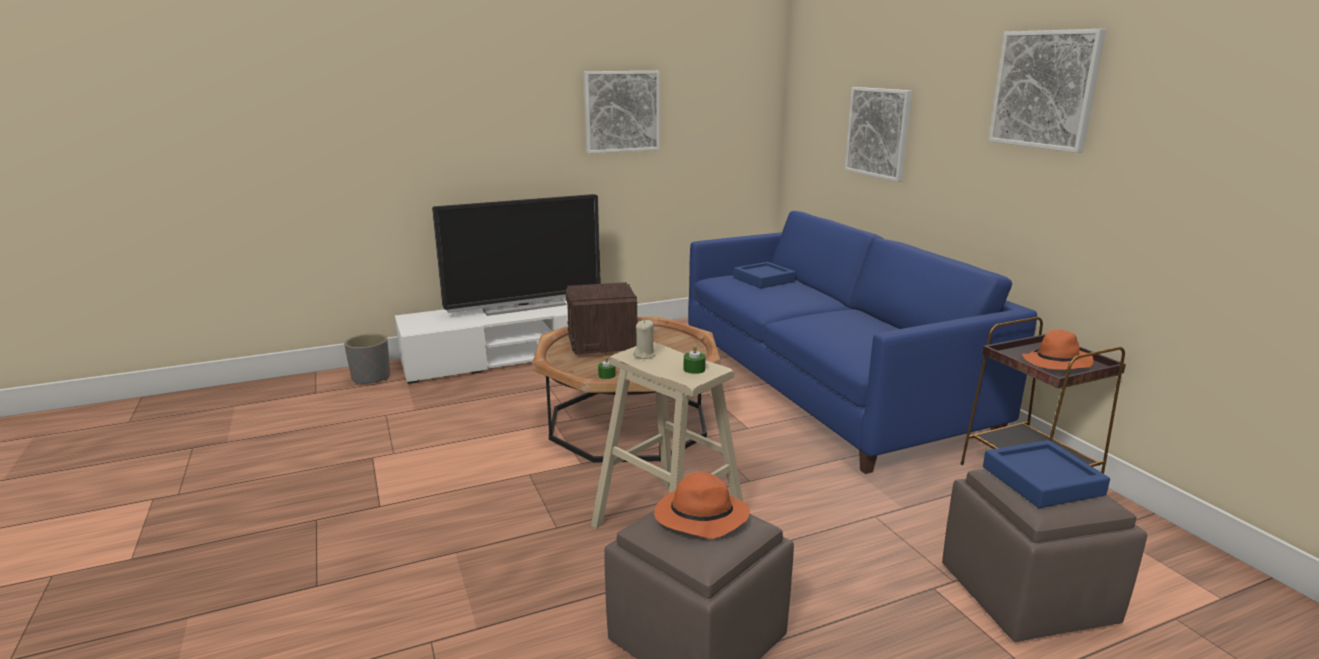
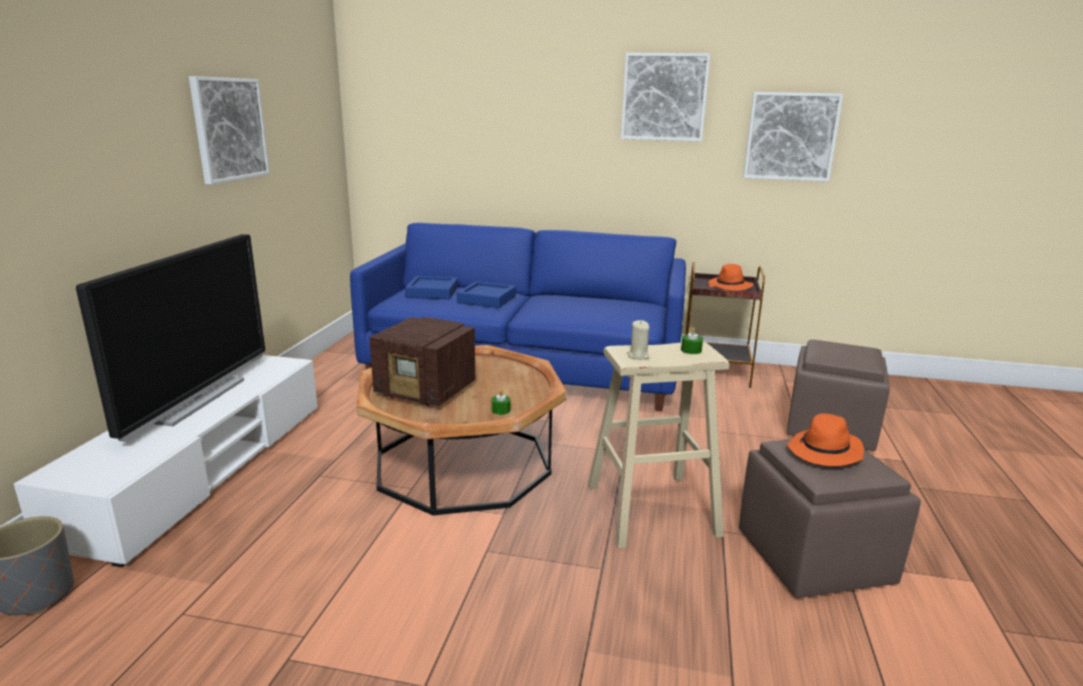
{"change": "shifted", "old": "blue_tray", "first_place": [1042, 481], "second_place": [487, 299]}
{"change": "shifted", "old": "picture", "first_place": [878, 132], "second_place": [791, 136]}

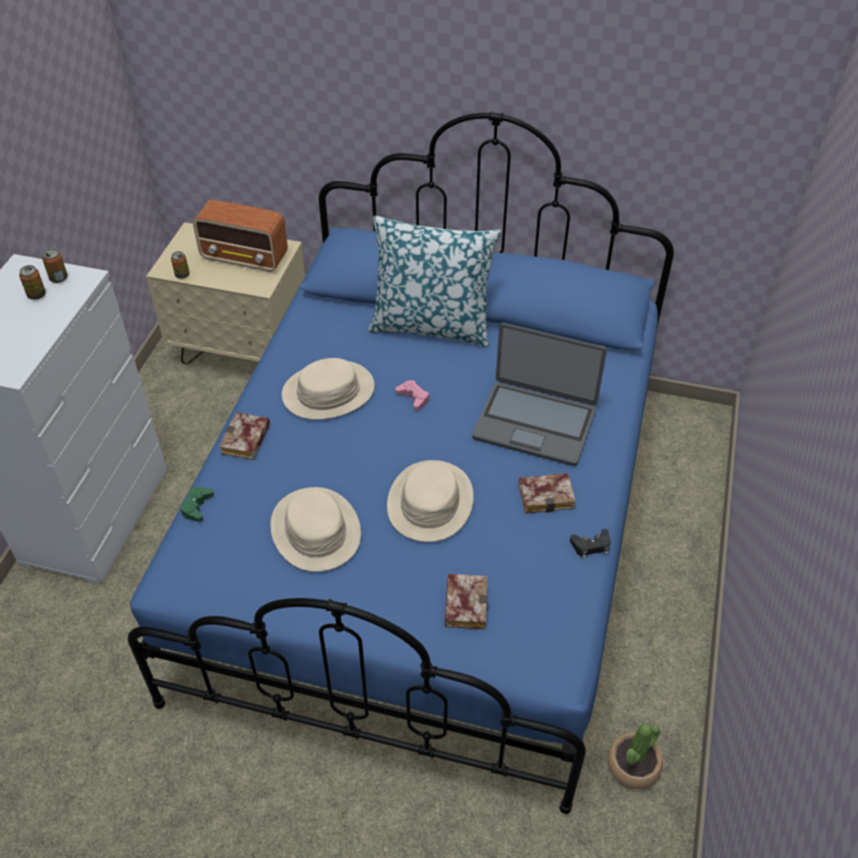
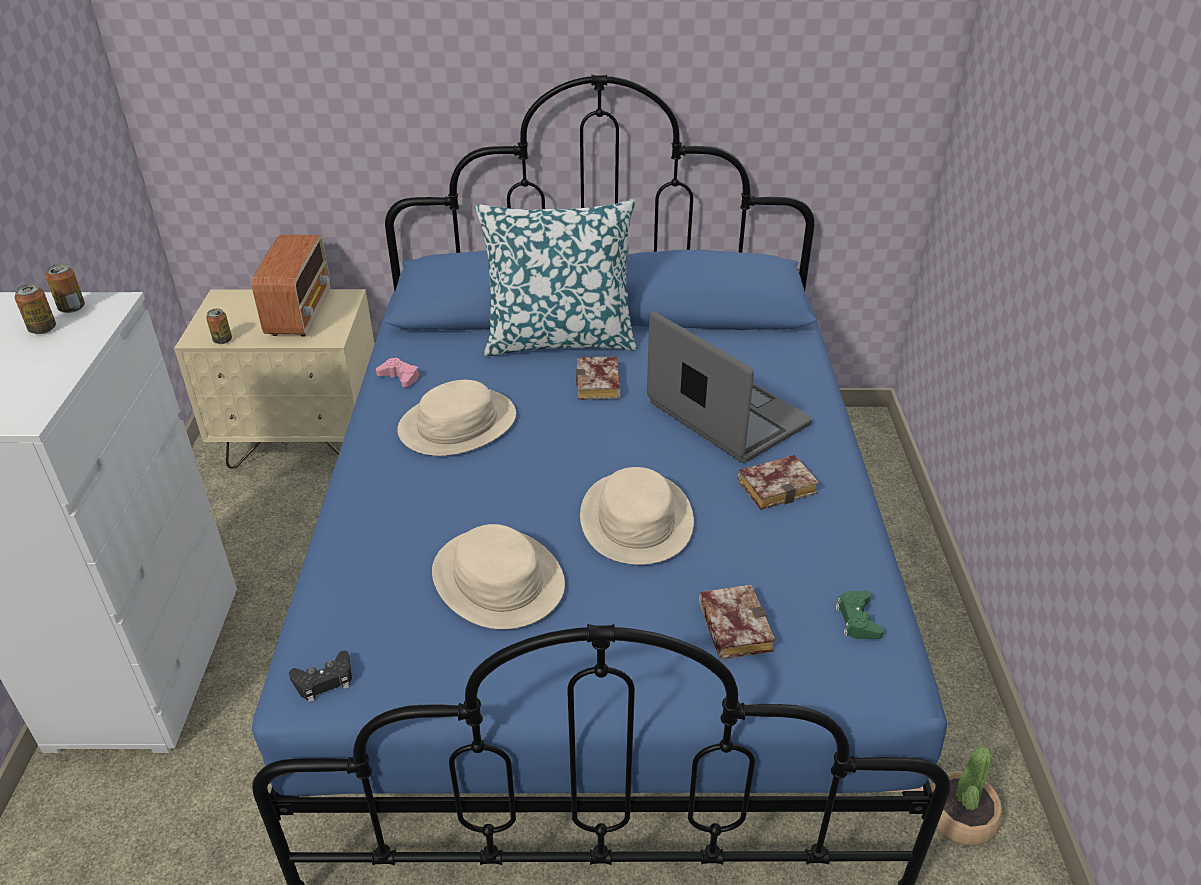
{"change": "rotated", "old": "radio", "first_place": [245, 258], "second_place": [300, 313], "degrees": -90}
{"change": "shifted", "old": "black_game_controller", "first_place": [591, 546], "second_place": [324, 681]}
{"change": "shifted", "old": "pink_game_controller", "first_place": [413, 398], "second_place": [399, 377]}
{"change": "shifted", "old": "book", "first_place": [246, 441], "second_place": [600, 385]}
{"change": "rotated", "old": "laptop", "first_place": [535, 423], "second_place": [726, 415], "degrees": -135}
{"change": "shifted", "old": "green_game_controller", "first_place": [197, 506], "second_place": [857, 620]}

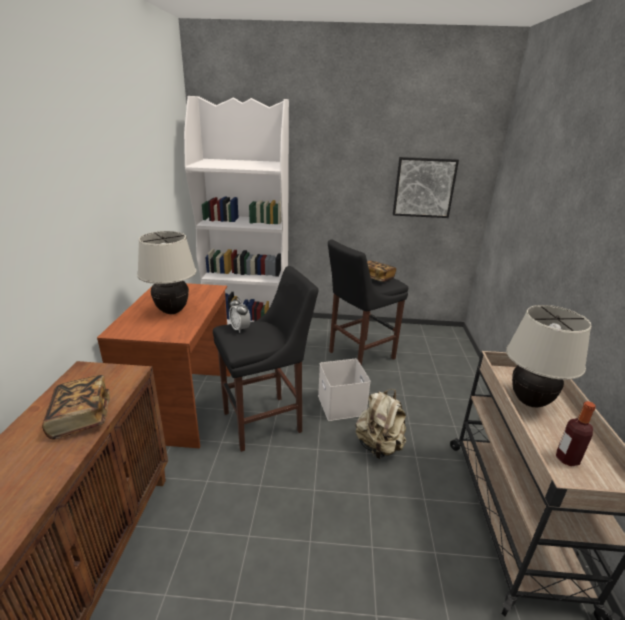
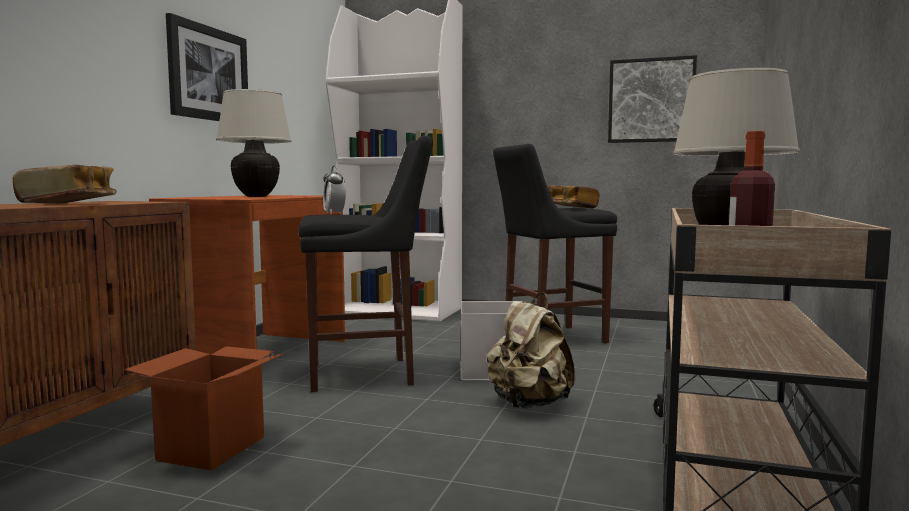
{"change": "new", "new": "cardboard_box", "second_place": [212, 448]}
{"change": "new", "new": "picture", "second_place": [208, 74]}

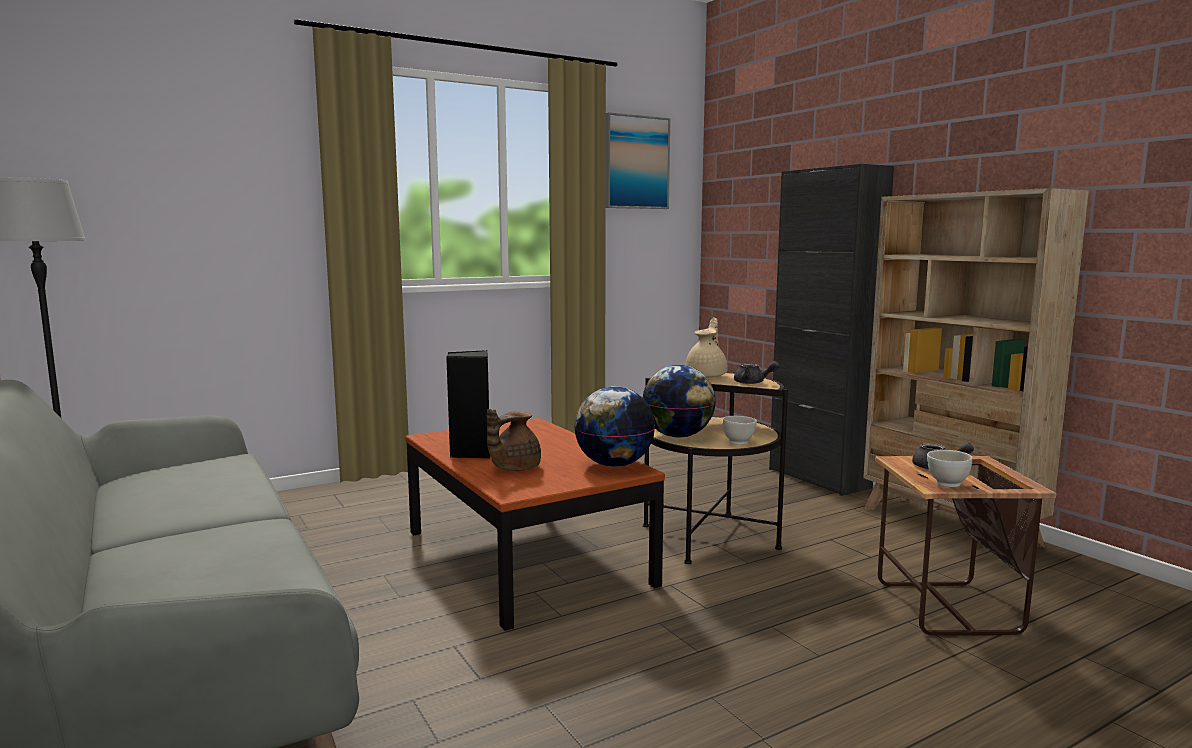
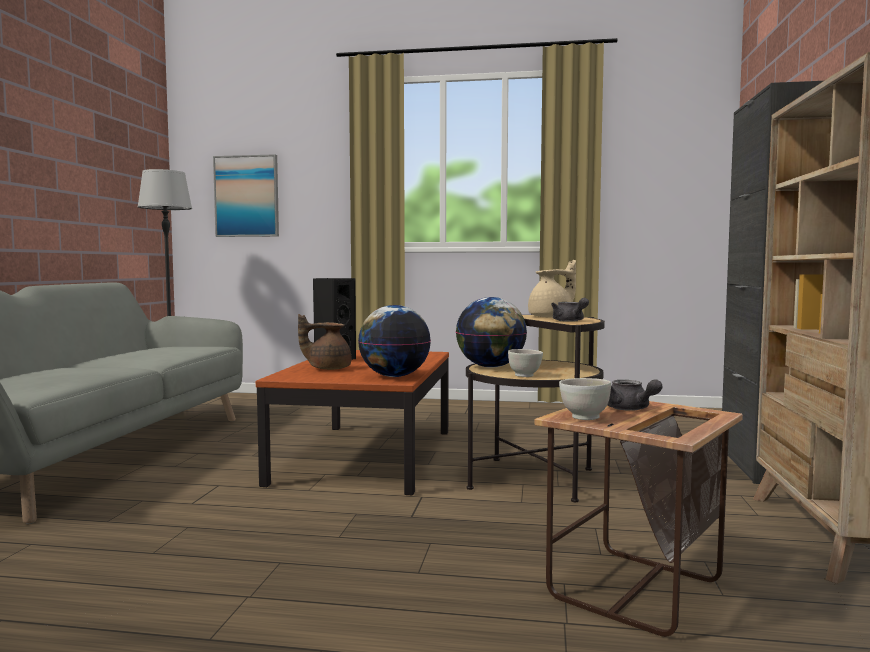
{"change": "shifted", "old": "picture", "first_place": [636, 162], "second_place": [247, 196]}

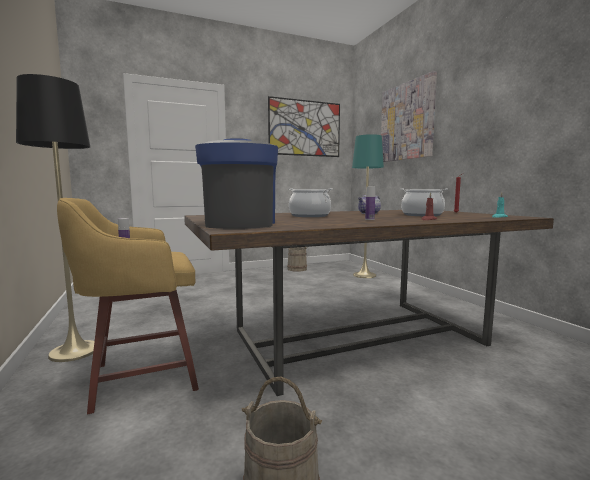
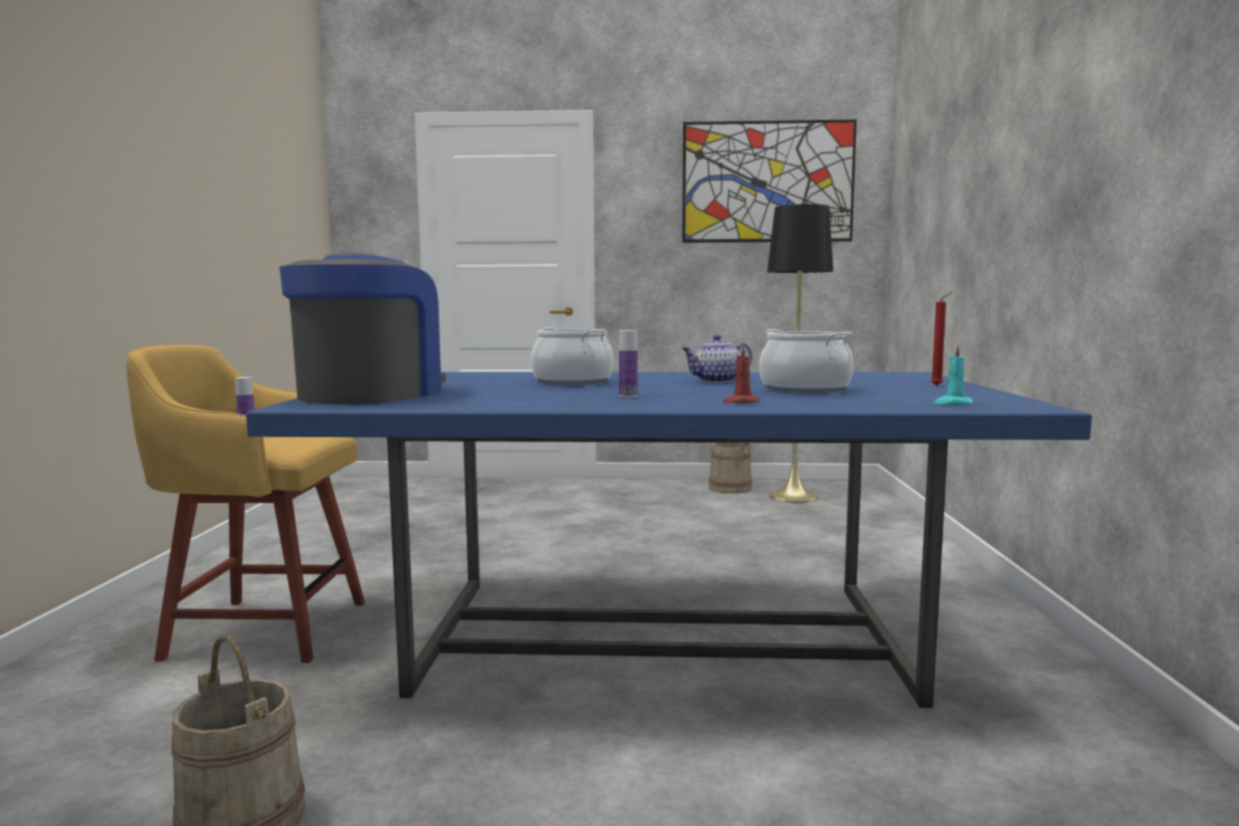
{"change": "repainted", "old": "brown_dining_table", "new": "blue_dining_table", "first_place": [355, 338], "second_place": [655, 636]}
{"change": "shifted", "old": "black_floor_lamp", "first_place": [74, 351], "second_place": [793, 496]}
{"change": "gone", "old": "turquoise_floor_lamp", "first_place": [364, 275]}
{"change": "gone", "old": "picture", "first_place": [407, 121]}

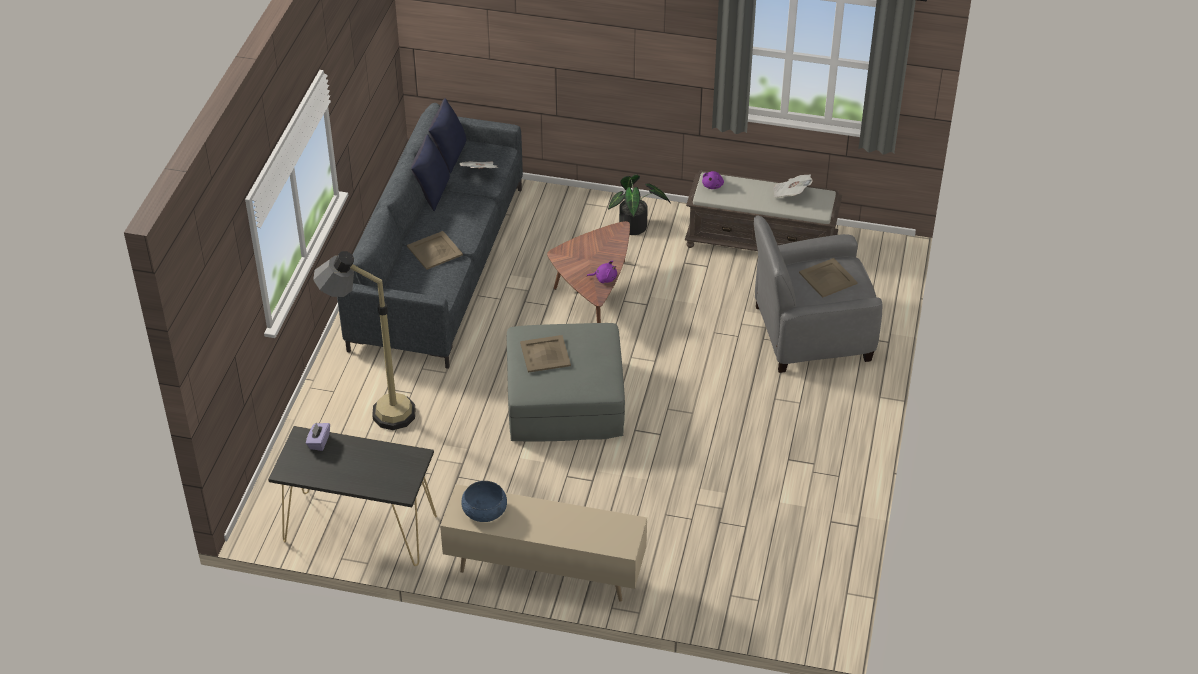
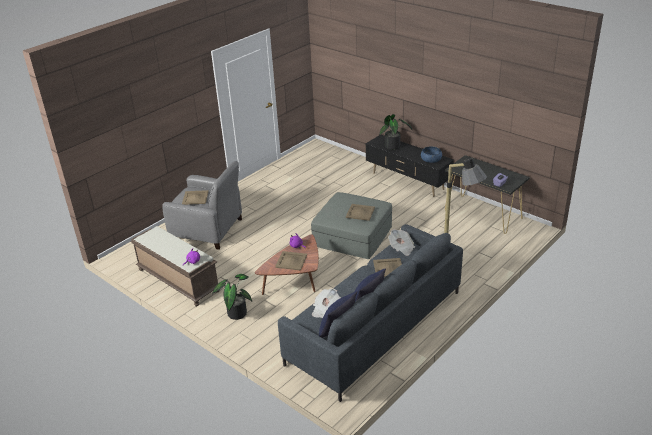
{"change": "new", "new": "beige_tray", "second_place": [291, 261]}
{"change": "repainted", "old": "beige_tv_stand", "new": "black_tv_stand", "first_place": [544, 571], "second_place": [407, 182]}
{"change": "new", "new": "potted_plant", "second_place": [394, 146]}
{"change": "shifted", "old": "newspaper", "first_place": [790, 194], "second_place": [401, 248]}

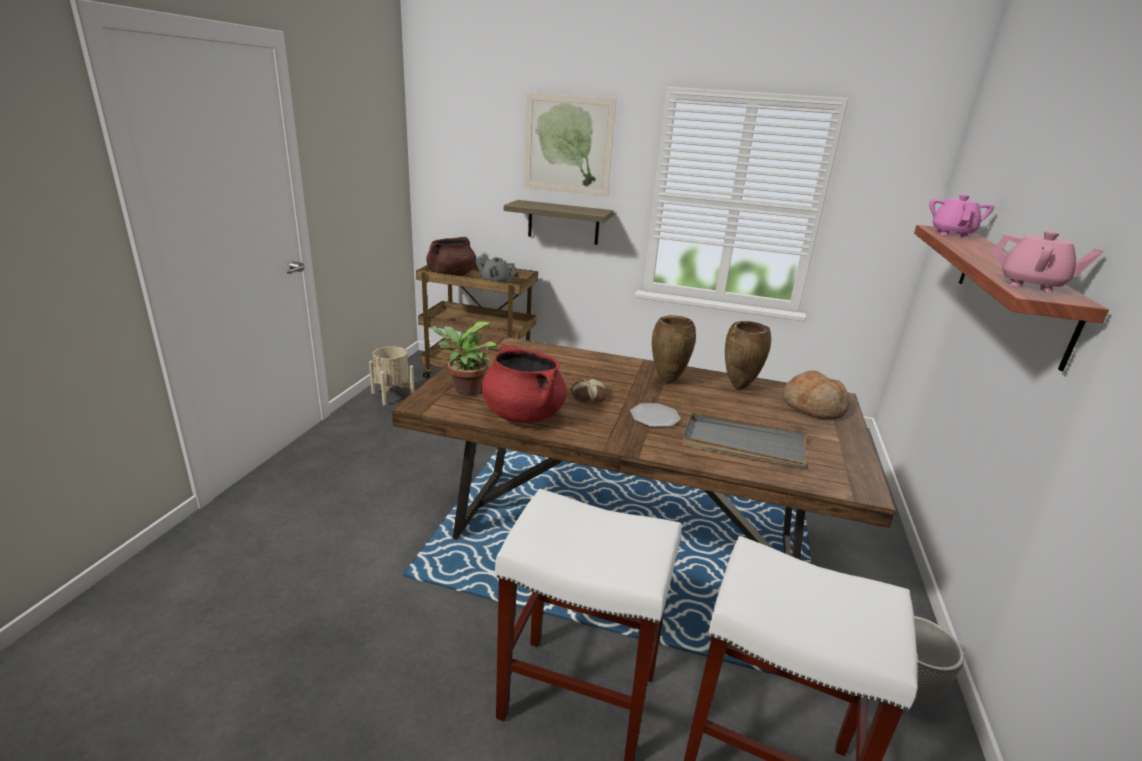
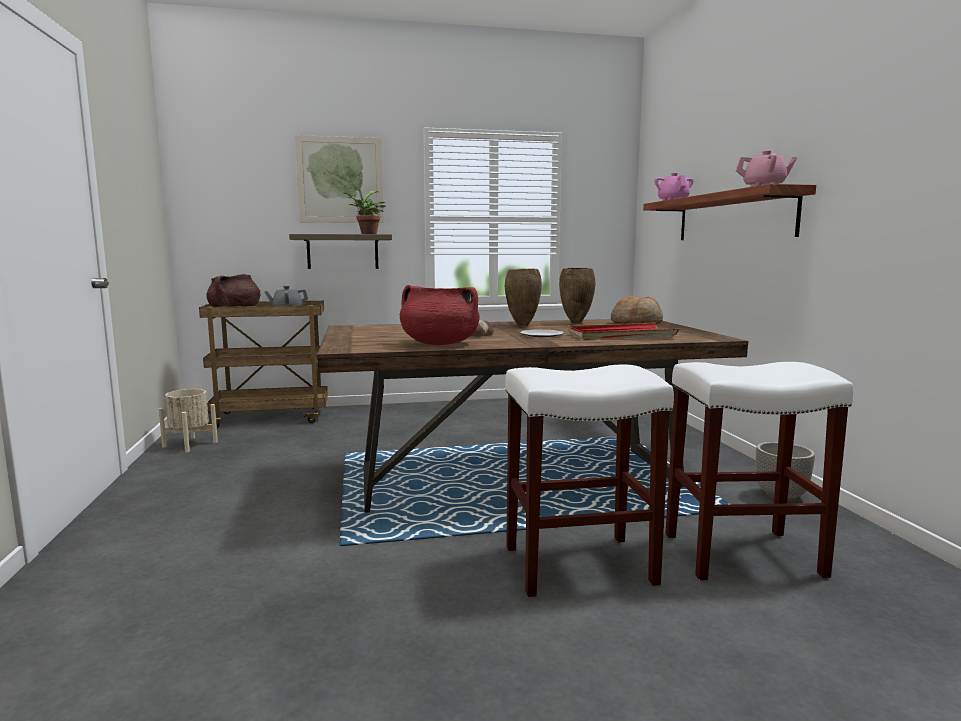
{"change": "shifted", "old": "potted_plant", "first_place": [464, 390], "second_place": [367, 234]}
{"change": "repainted", "old": "grey_tray", "new": "red_tray", "first_place": [743, 444], "second_place": [620, 335]}

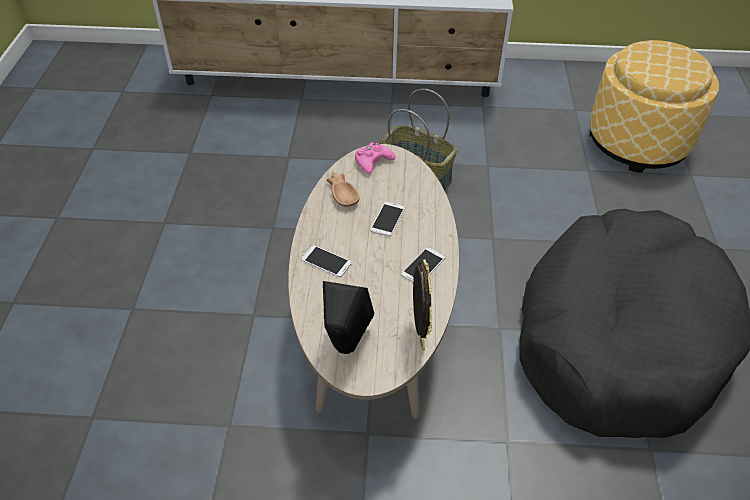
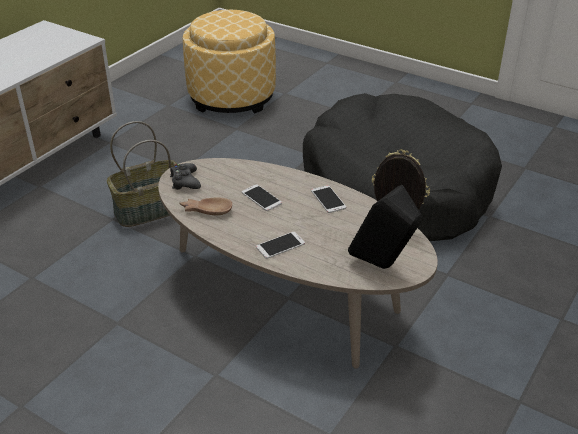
{"change": "repainted", "old": "pink_game_controller", "new": "black_game_controller", "first_place": [373, 162], "second_place": [185, 181]}

